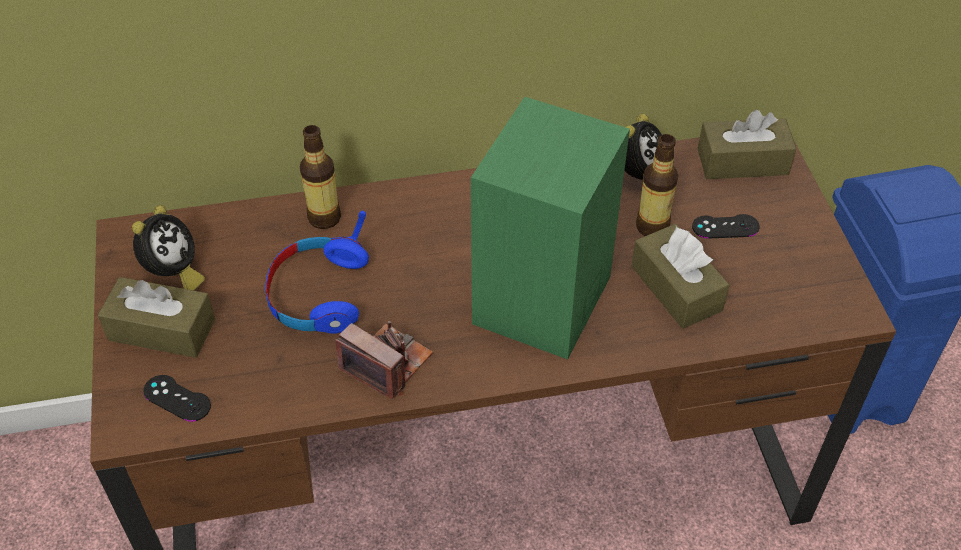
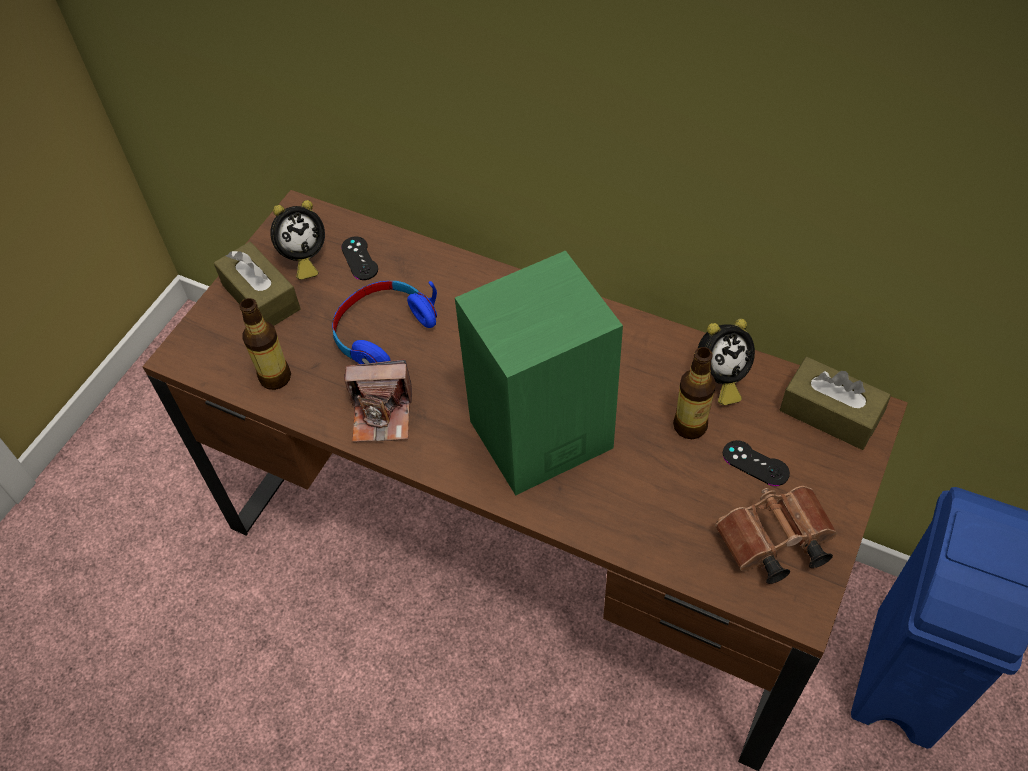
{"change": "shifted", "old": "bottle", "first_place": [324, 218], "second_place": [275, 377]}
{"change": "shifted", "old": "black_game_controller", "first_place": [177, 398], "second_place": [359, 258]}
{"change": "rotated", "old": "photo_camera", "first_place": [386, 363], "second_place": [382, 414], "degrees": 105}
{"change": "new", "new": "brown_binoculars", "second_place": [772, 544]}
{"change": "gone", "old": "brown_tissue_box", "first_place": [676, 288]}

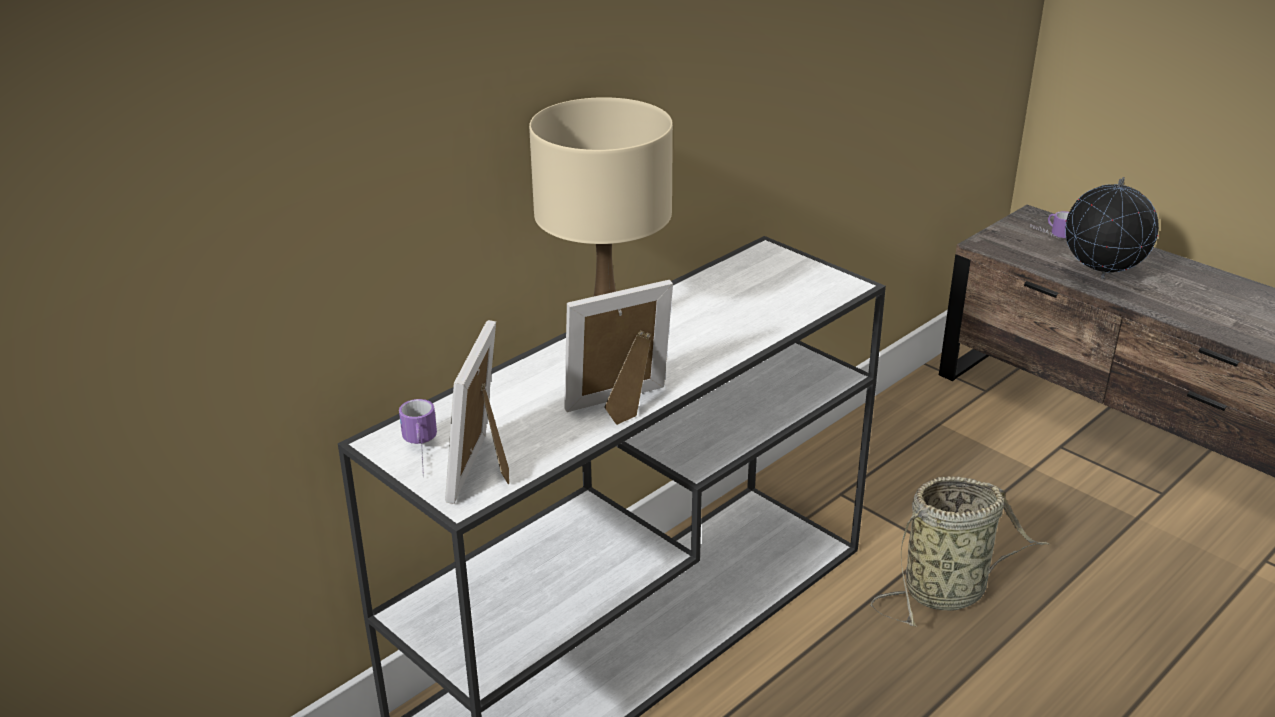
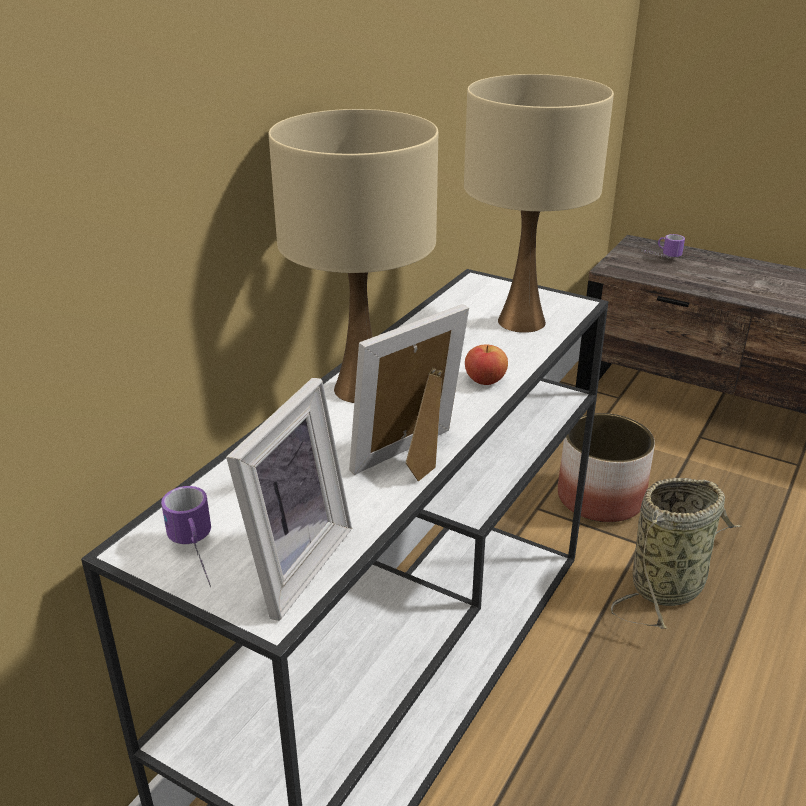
{"change": "rotated", "old": "picture_frame", "first_place": [487, 470], "second_place": [289, 564], "degrees": -150}
{"change": "new", "new": "beige_table_lamp", "second_place": [521, 322]}
{"change": "new", "new": "apple", "second_place": [485, 380]}
{"change": "new", "new": "planter", "second_place": [600, 498]}
{"change": "gone", "old": "globe", "first_place": [1100, 278]}

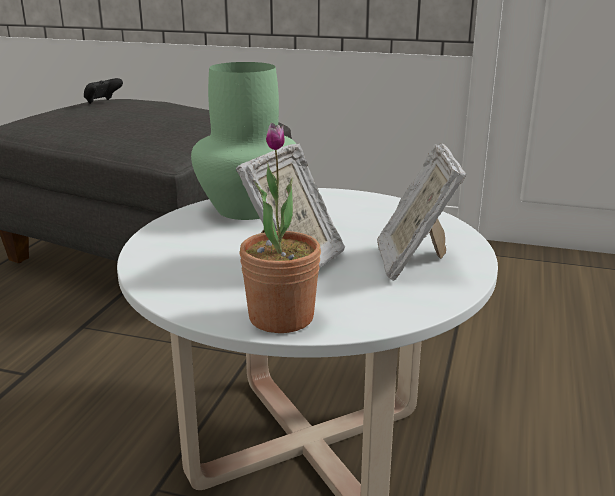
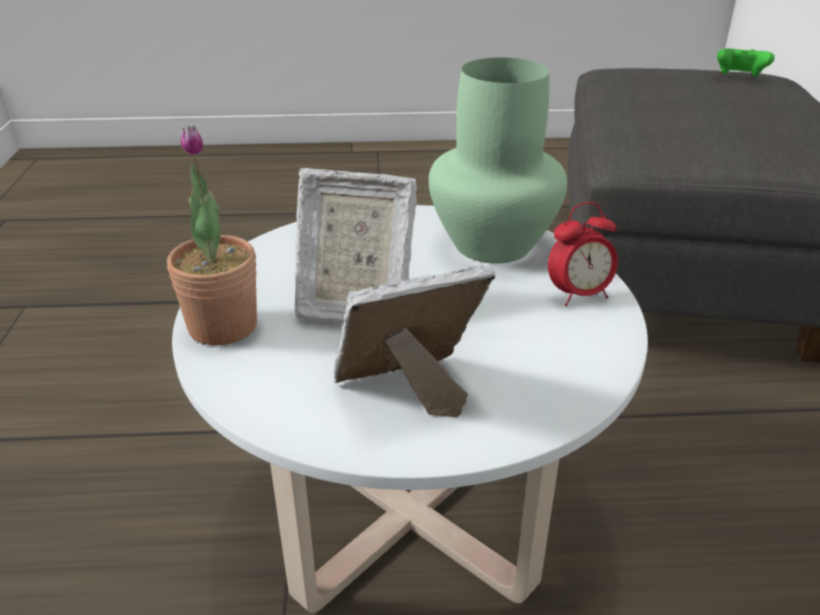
{"change": "new", "new": "alarm_clock", "second_place": [579, 295]}
{"change": "repainted", "old": "black_game_controller", "new": "green_game_controller", "first_place": [102, 102], "second_place": [739, 77]}

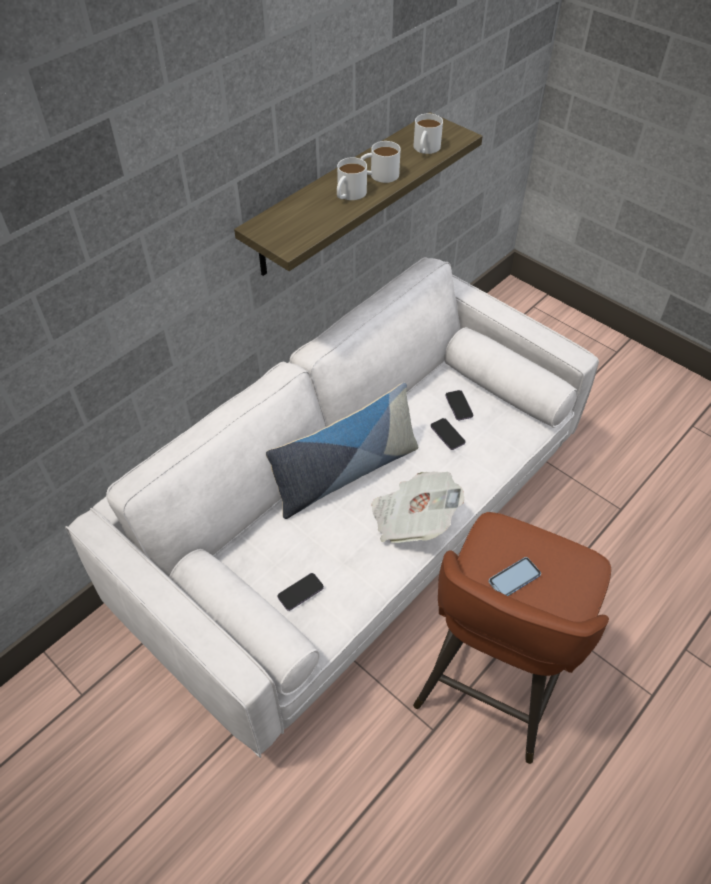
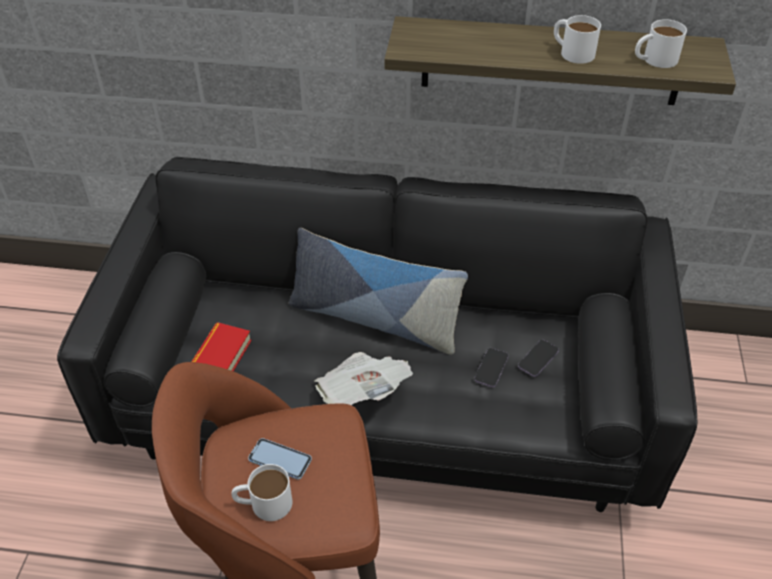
{"change": "repainted", "old": "white_sofa", "new": "black_sofa", "first_place": [355, 529], "second_place": [385, 397]}
{"change": "swapped", "old": "phone", "new": "book", "first_place": [300, 592], "second_place": [222, 355]}
{"change": "shifted", "old": "white_mug", "first_place": [348, 194], "second_place": [263, 503]}

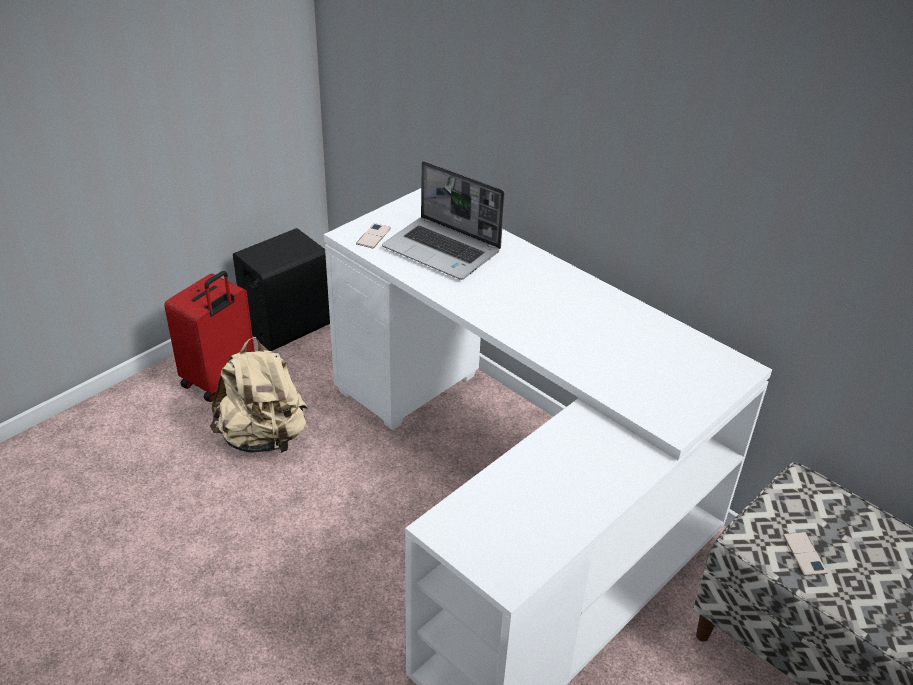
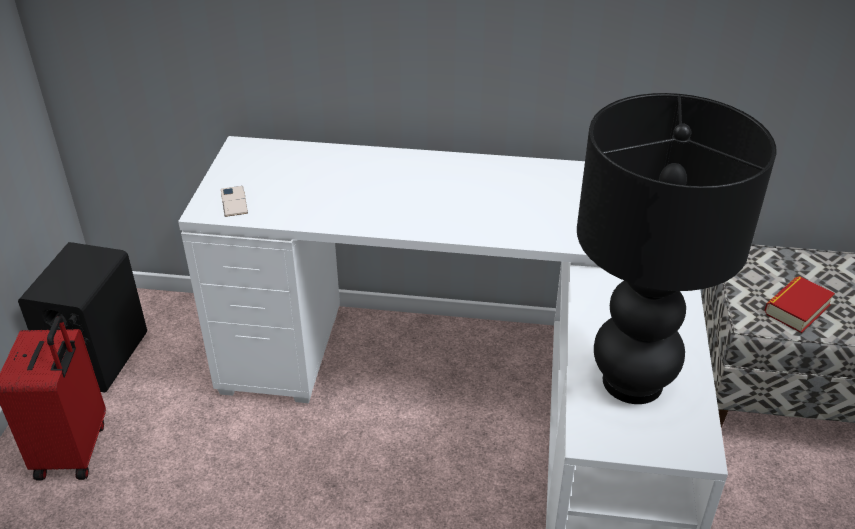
{"change": "new", "new": "black_table_lamp", "second_place": [631, 381]}
{"change": "swapped", "old": "phone", "new": "book", "first_place": [804, 554], "second_place": [797, 309]}
{"change": "gone", "old": "beige_backpack", "first_place": [263, 438]}
{"change": "gone", "old": "laptop", "first_place": [443, 250]}

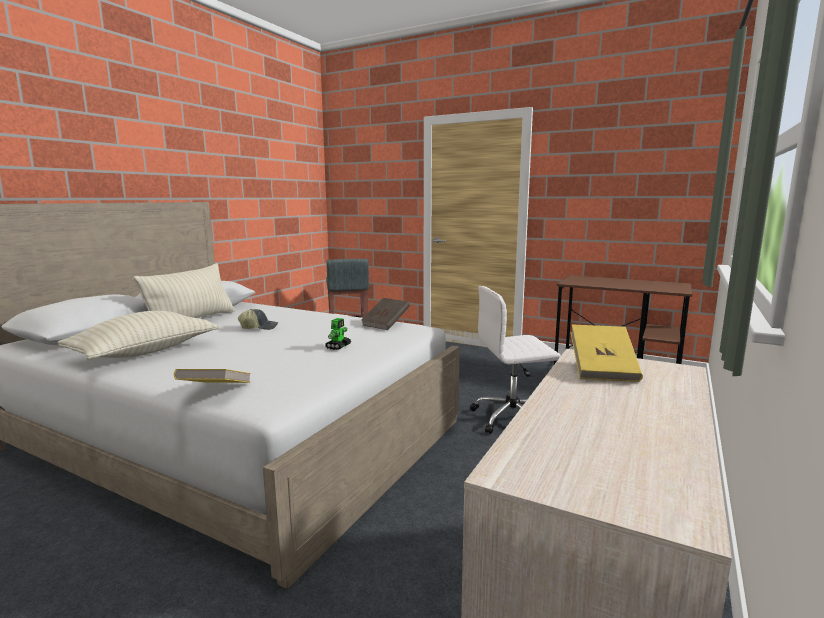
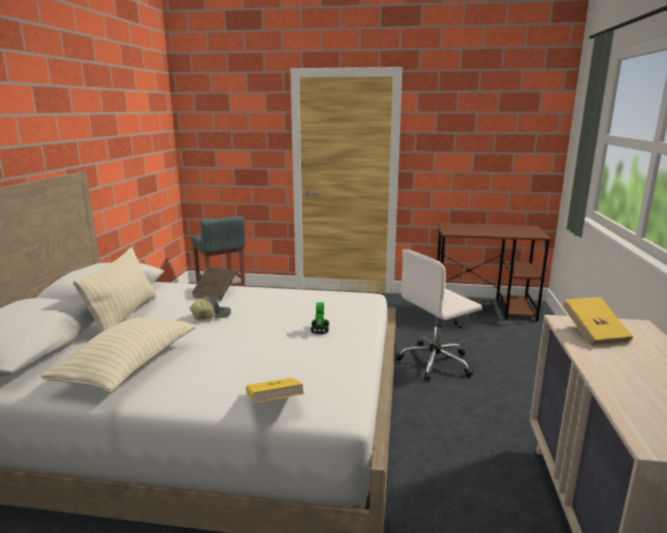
{"change": "shifted", "old": "brown_book", "first_place": [386, 324], "second_place": [215, 293]}

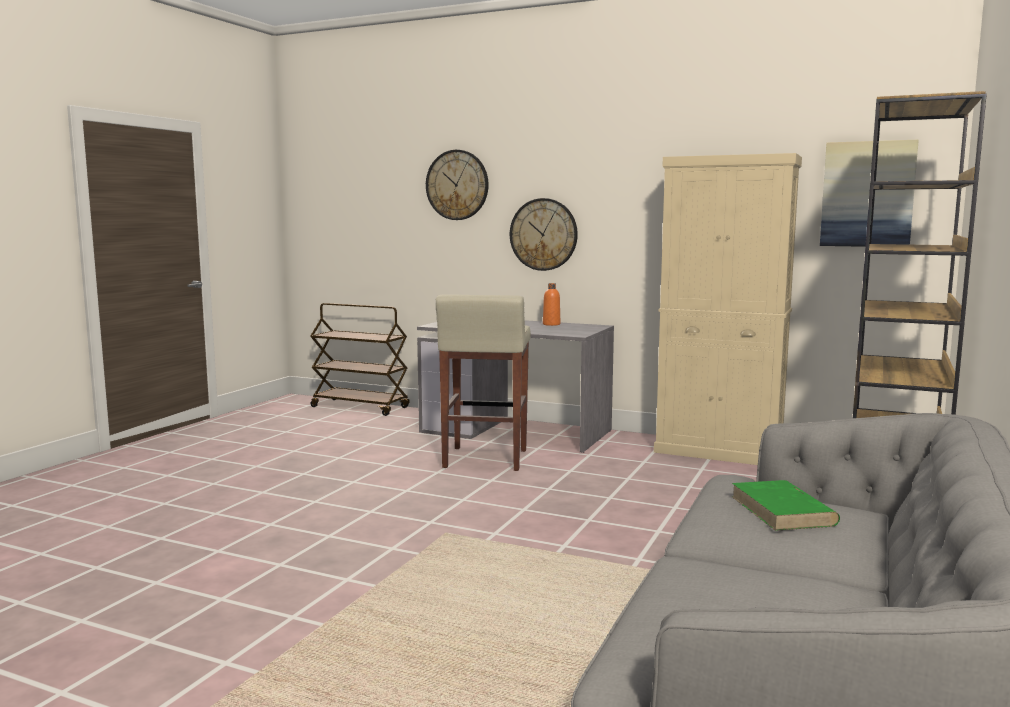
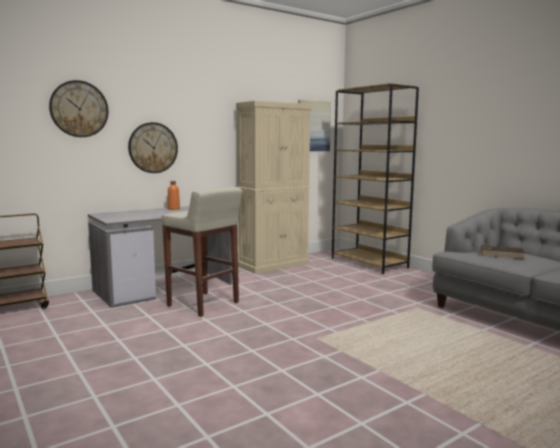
{"change": "repainted", "old": "green_book", "new": "brown_book", "first_place": [783, 511], "second_place": [502, 254]}

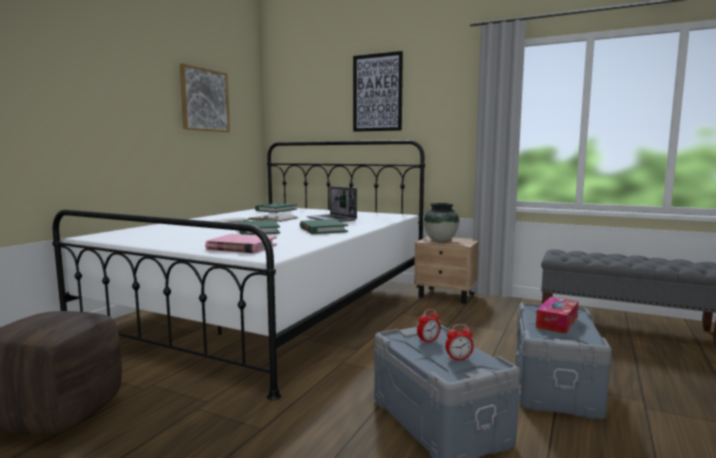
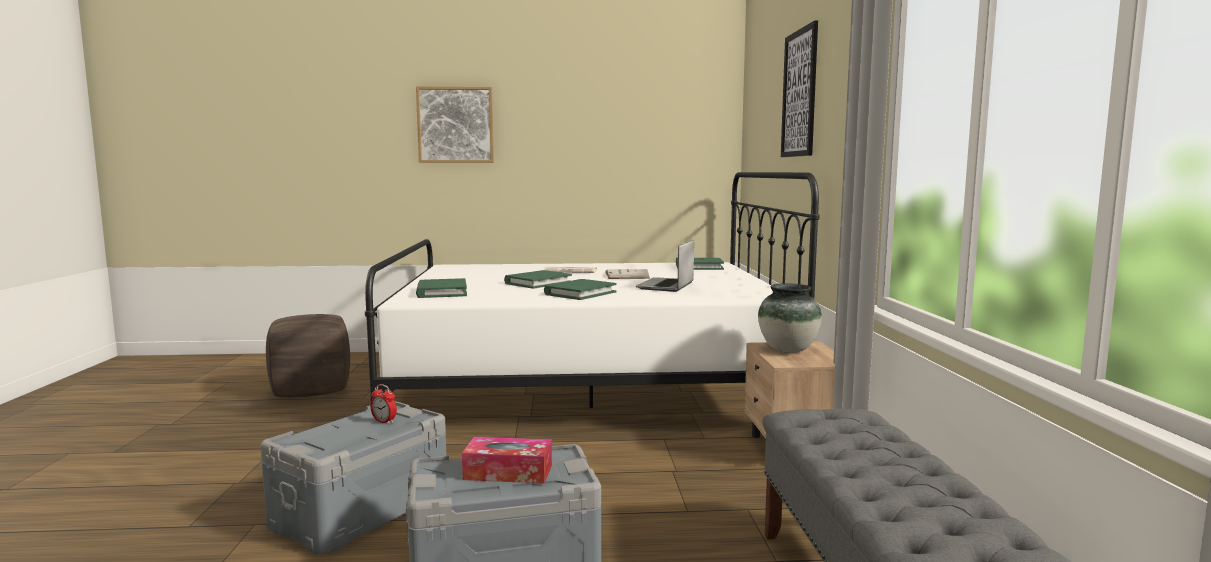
{"change": "shifted", "old": "picture", "first_place": [204, 100], "second_place": [455, 125]}
{"change": "repainted", "old": "pink_book", "new": "green_book", "first_place": [241, 247], "second_place": [441, 292]}
{"change": "gone", "old": "alarm_clock", "first_place": [458, 359]}

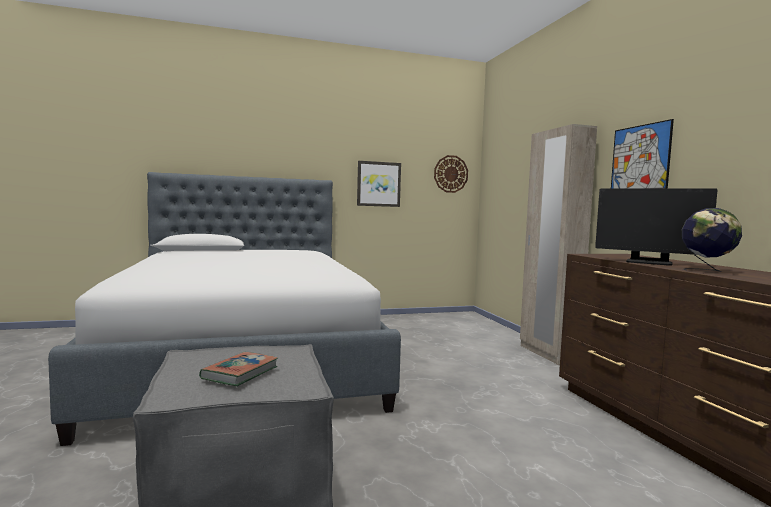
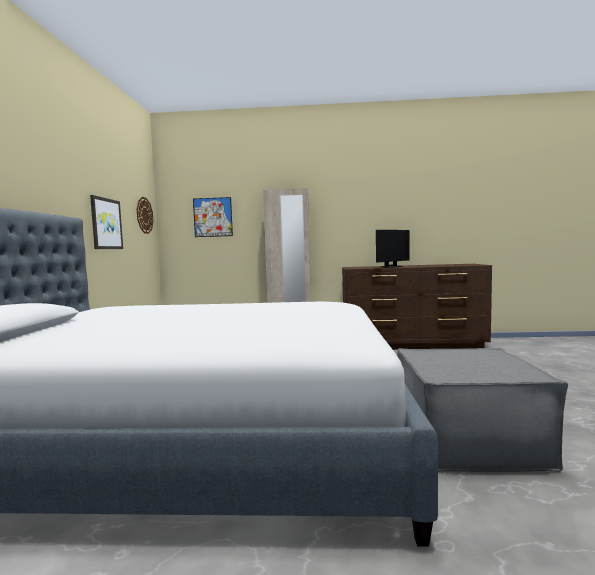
{"change": "shifted", "old": "picture", "first_place": [640, 160], "second_place": [213, 217]}
{"change": "gone", "old": "book", "first_place": [240, 373]}
{"change": "gone", "old": "globe", "first_place": [707, 271]}

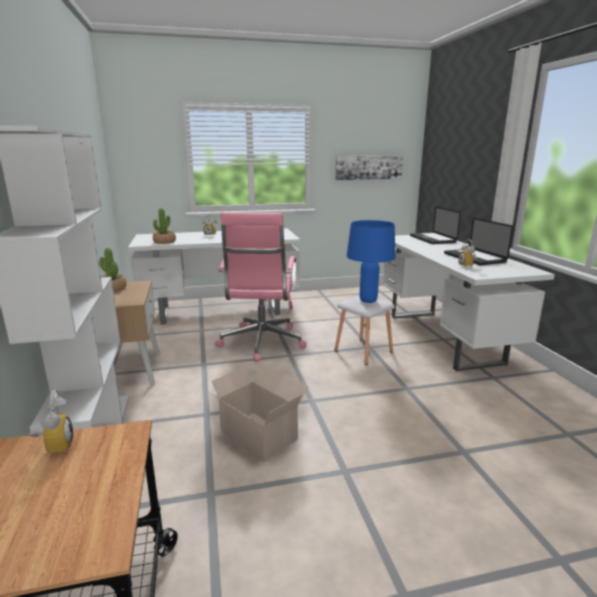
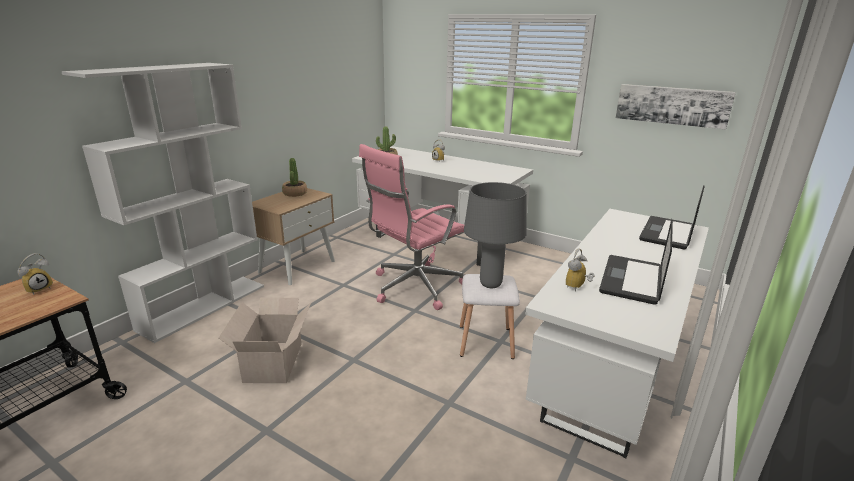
{"change": "repainted", "old": "blue_table_lamp", "new": "grey_table_lamp", "first_place": [368, 301], "second_place": [490, 284]}

